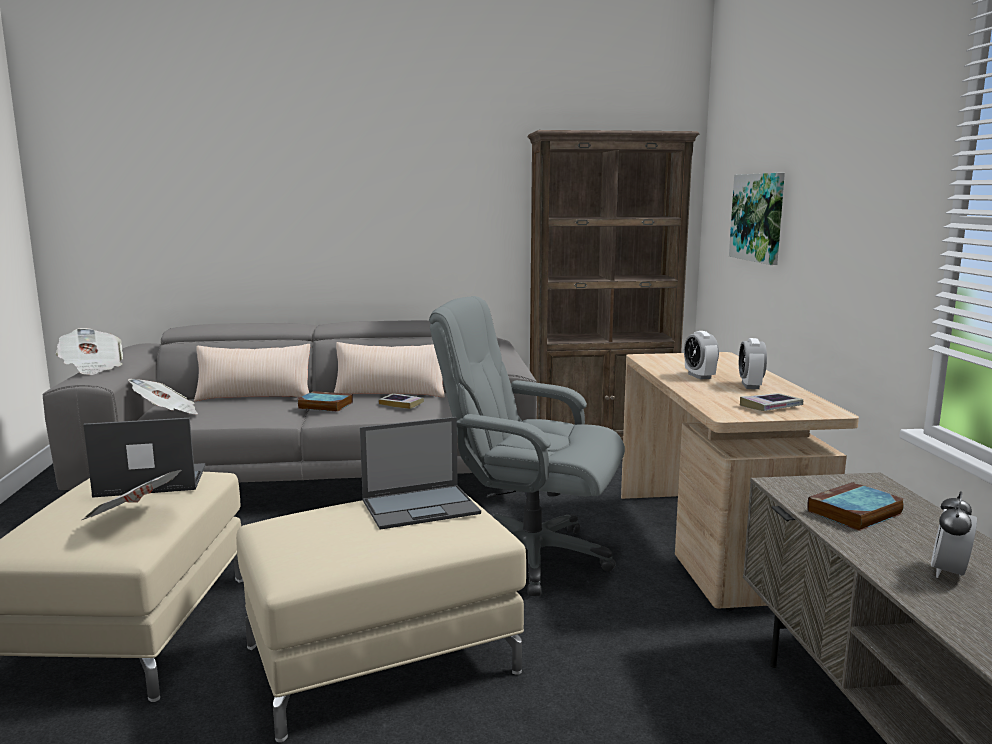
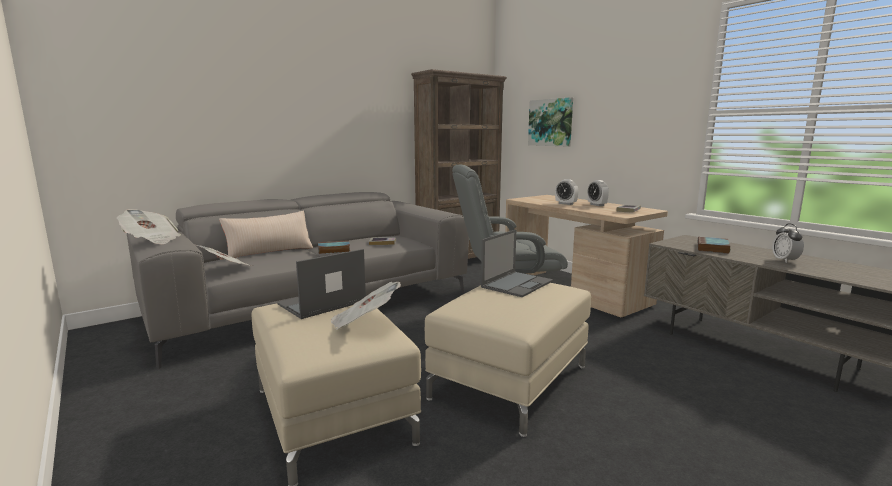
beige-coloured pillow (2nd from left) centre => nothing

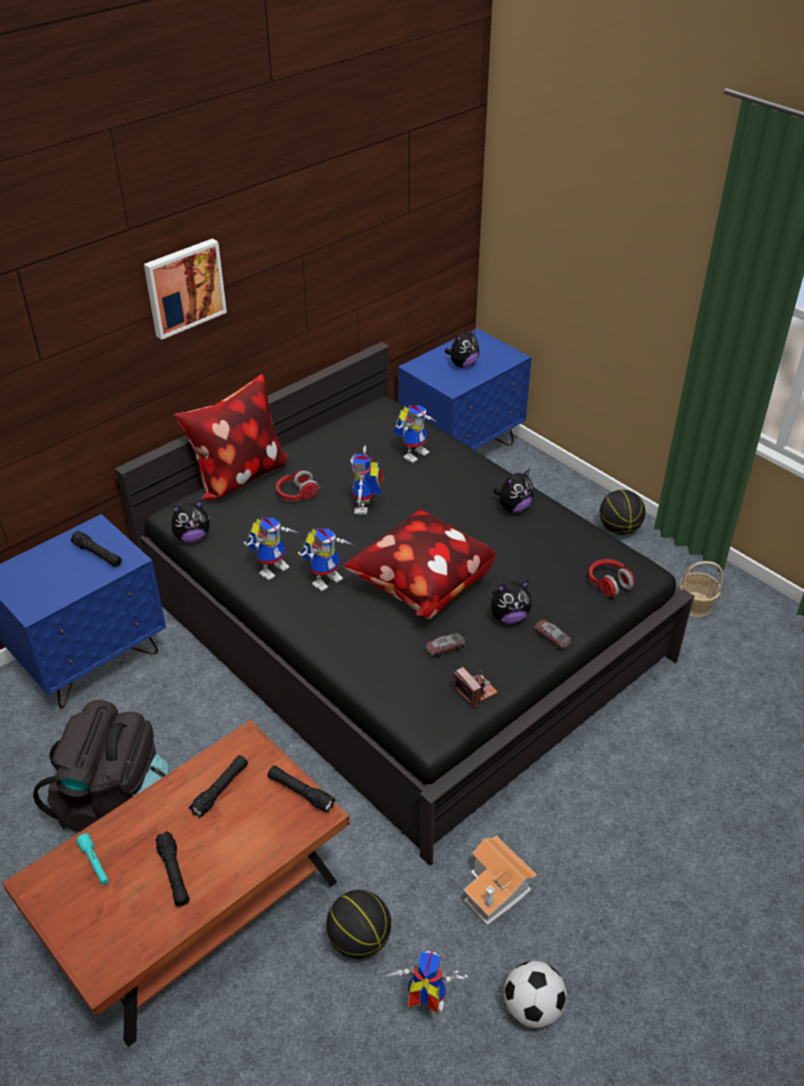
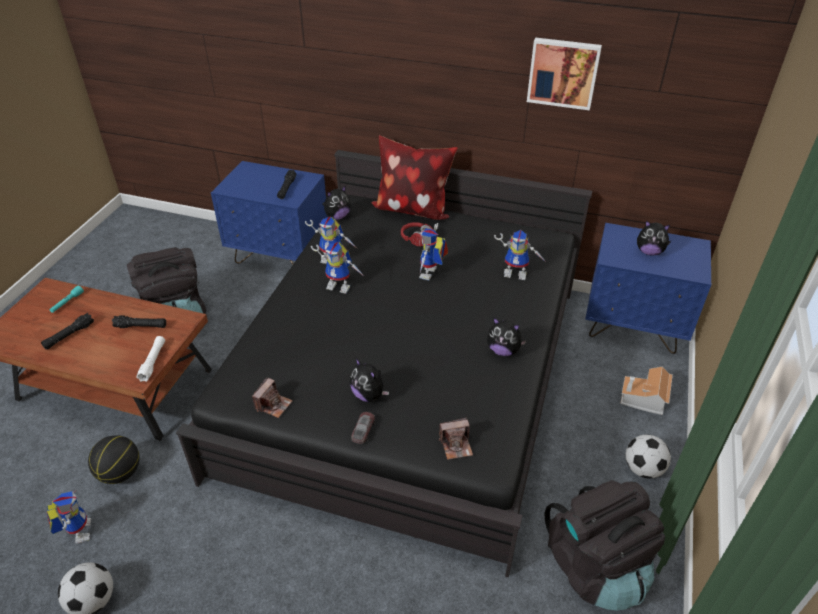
picture top left => picture top right, moved
cuddly toy (1st from left) middle left => cuddly toy (1st from left) top centre, 75 degrees counterclockwise
blackish torch (4th from left) bottom centre => white torch middle left
pillow (2nd from left) centre => nothing
toy robot (3rd from left in the first image) centre => toy robot (4th from left) centre, 45 degrees counterclockwise
model car (1st from left) centre => nothing
model house bottom centre => model house middle right, moved
red-coloured pair of headphones (2nd from left) middle right => photo camera (2nd from left) bottom centre
basketball (2nd from left) middle right => ball for football (2nd from left) bottom right
storage basket middle right => blackish rucksack (2nd from left) bottom right

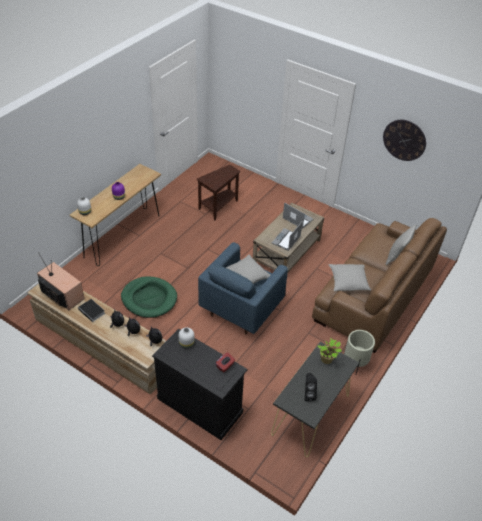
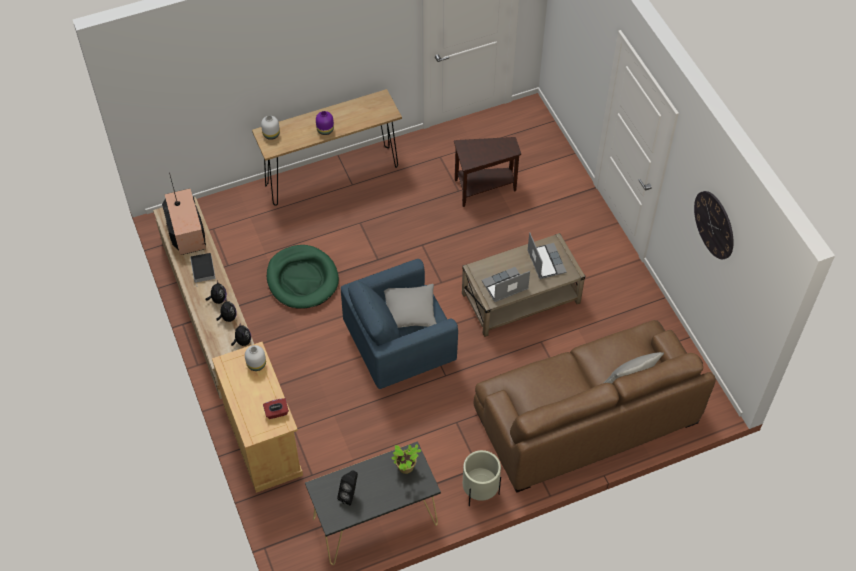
blackish cabinet bottom centre => beige-coloured cabinet bottom left
greyish pillow (2nd from left) middle right => nothing

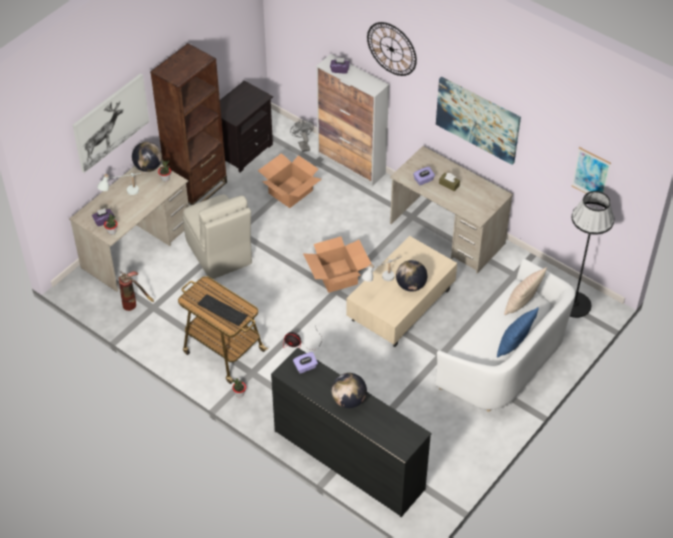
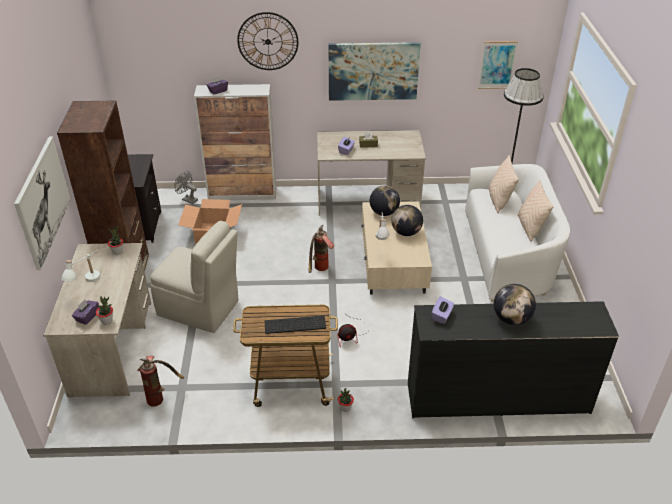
world globe (1st from left) top left => world globe (1st from left) centre, moved
carton (2nd from left) centre => fire extinguisher (2nd from left) centre
blue pillow middle right => beige-coloured pillow (2nd from left) middle right

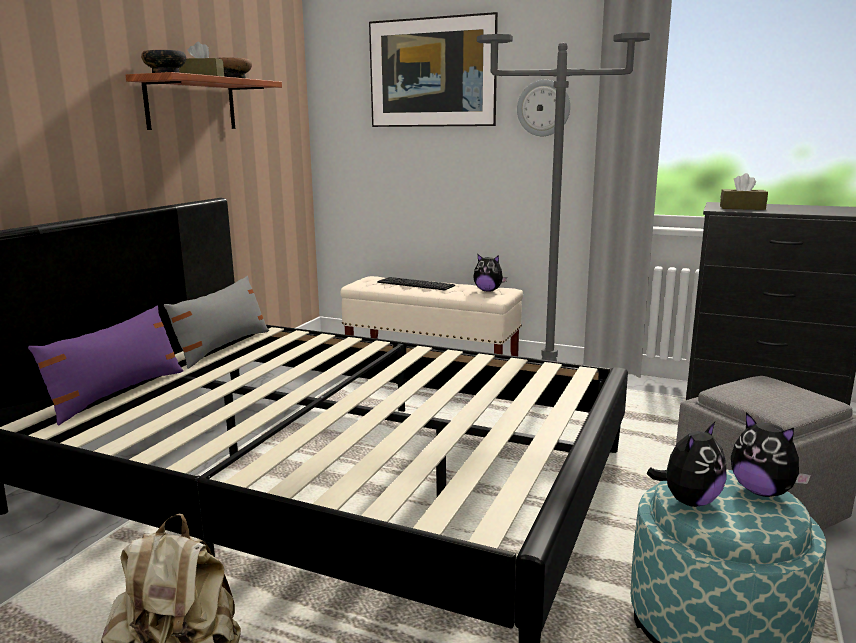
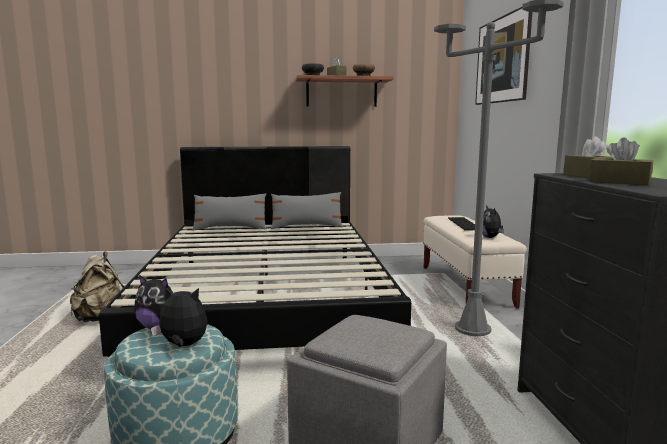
purple pillow middle left => greyish pillow (1st from left) centre
clock on the wall top centre => nothing
cuddly toy (3rd from left in the first image) bottom right => cuddly toy (2nd from left) bottom left, 75 degrees clockwise
nothing => brown tissue box (3rd from left) middle right

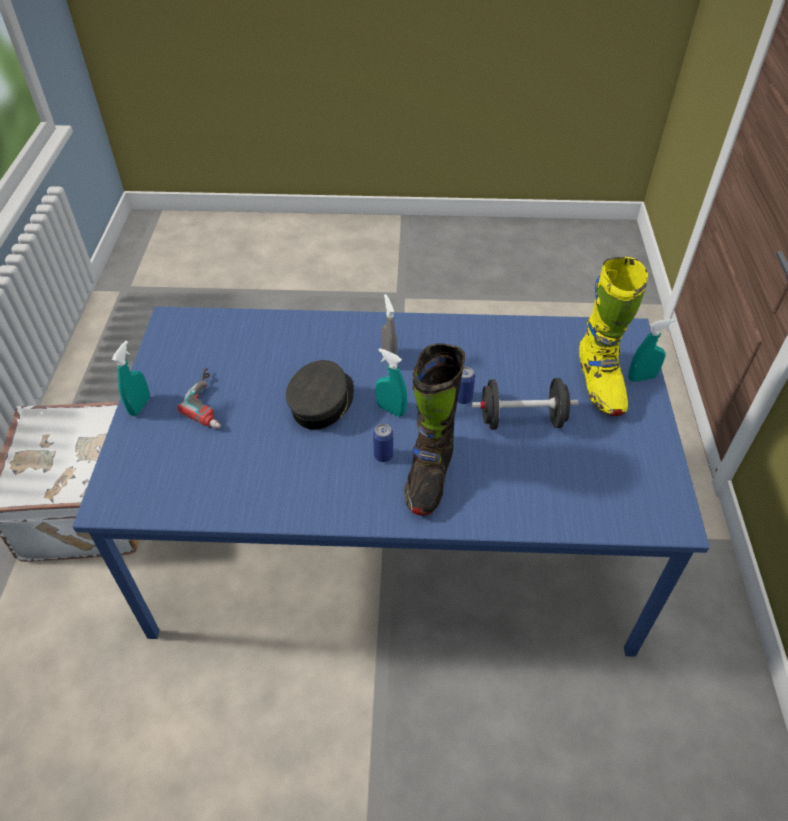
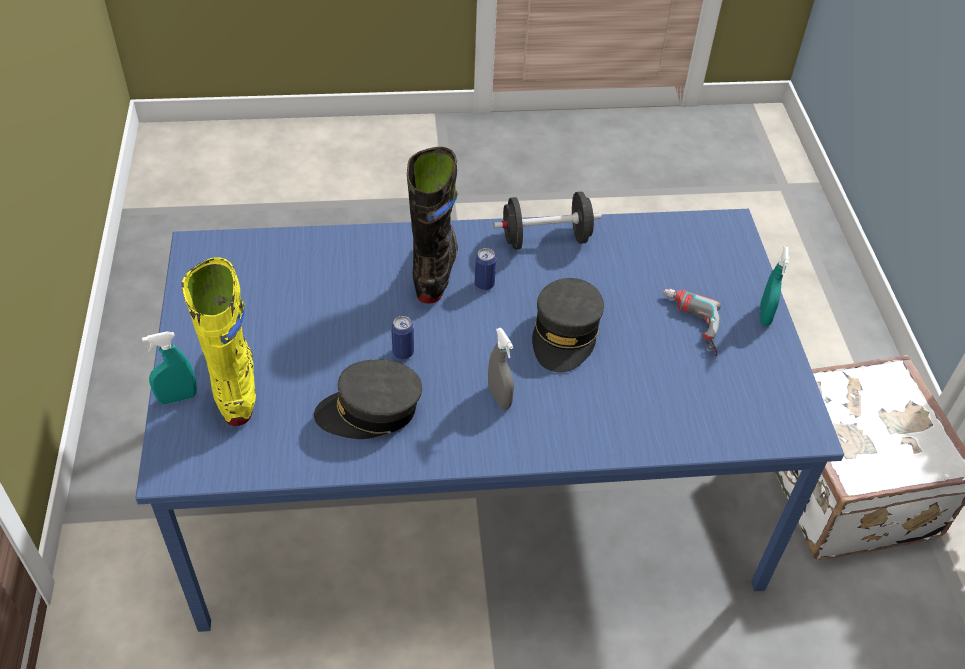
turquoise-coloured sprayer (2nd from left) centre => nothing
blackish dumbbell centre => blackish dumbbell top centre, moved
nothing => greyish cap (1st from left) centre

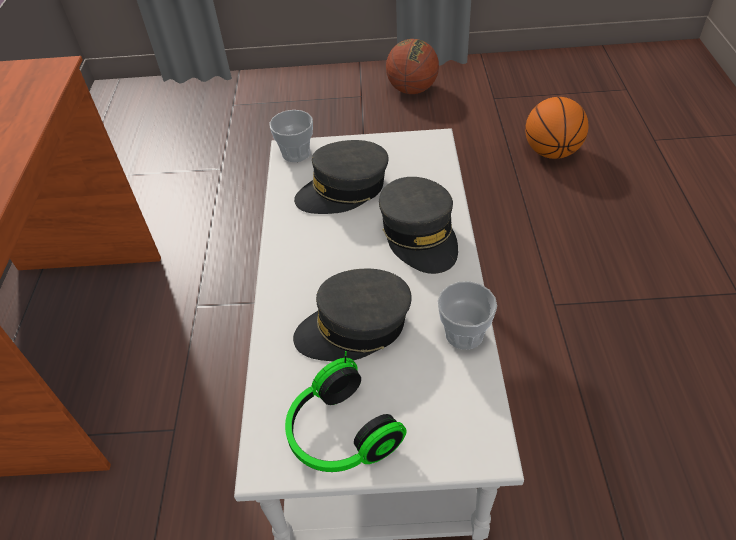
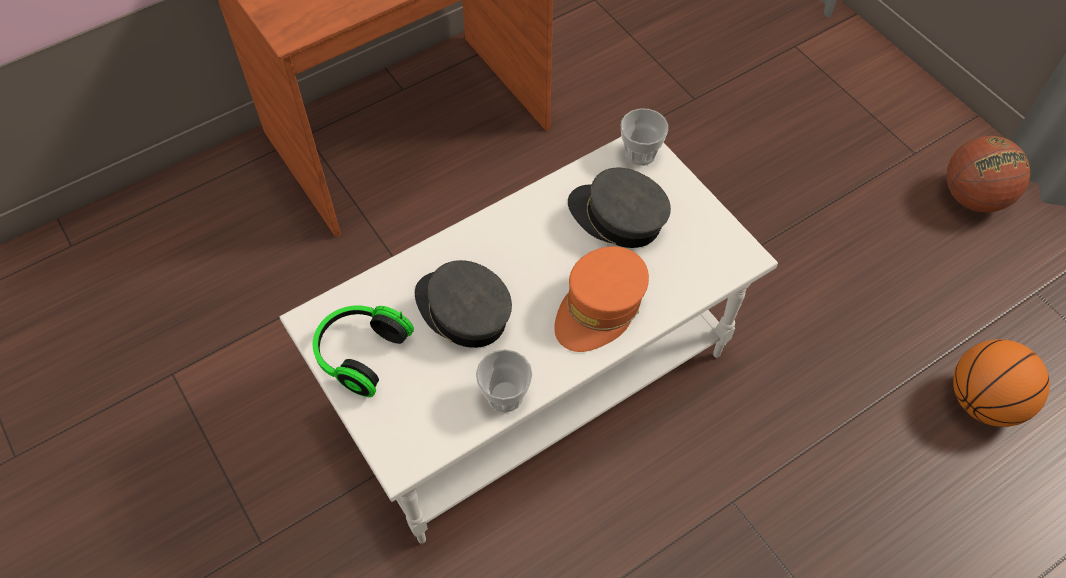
greyish cap (3rd from left) centre => orangey cap centre

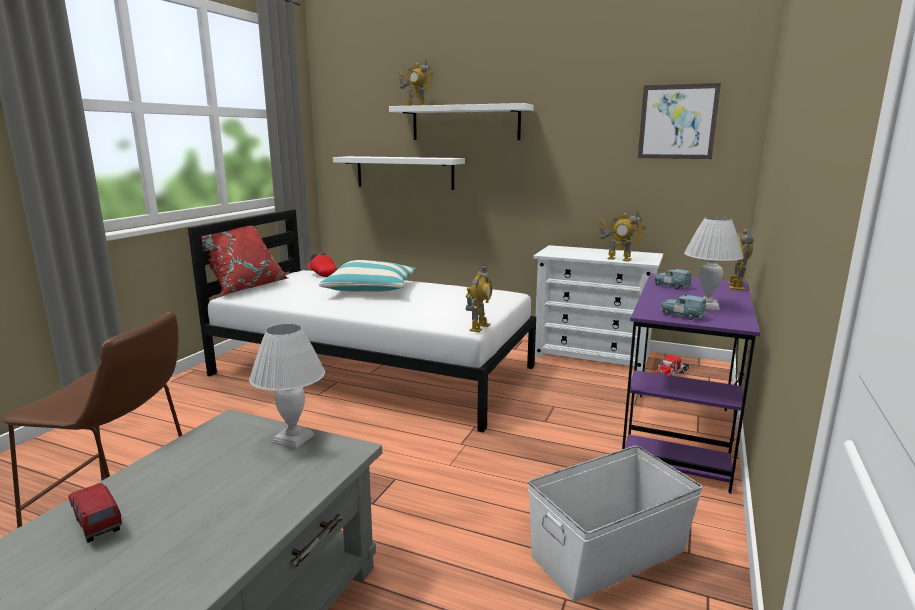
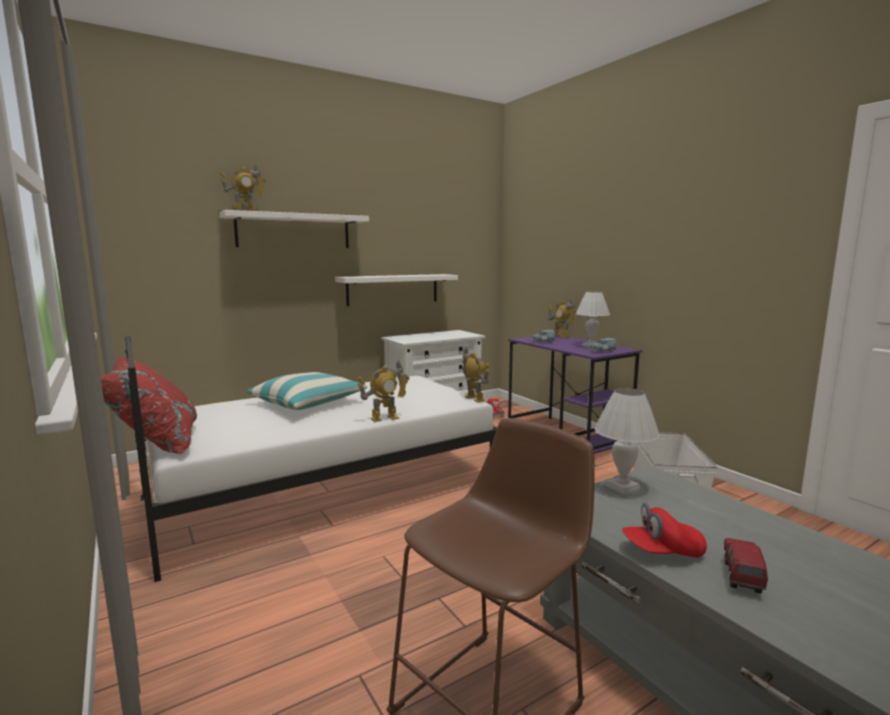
toy lorry (1st from left in the first image) bottom left => toy lorry (2nd from left) bottom right, 120 degrees clockwise
red-coloured cap centre => red-coloured cap bottom right, moved
white wall shelf (1st from left in the first image) top centre => white wall shelf (2nd from left) centre, moved
toy robot (3rd from left in the first image) middle right => toy robot (2nd from left) centre, moved
picture top right => nothing

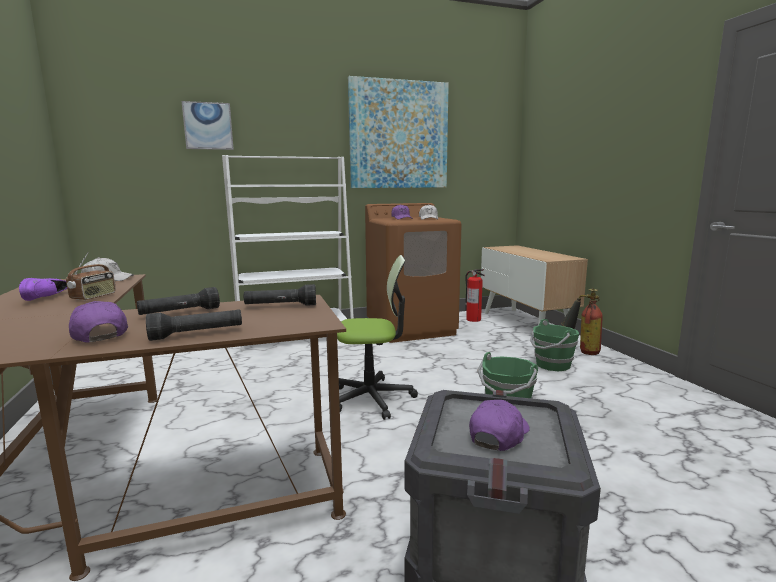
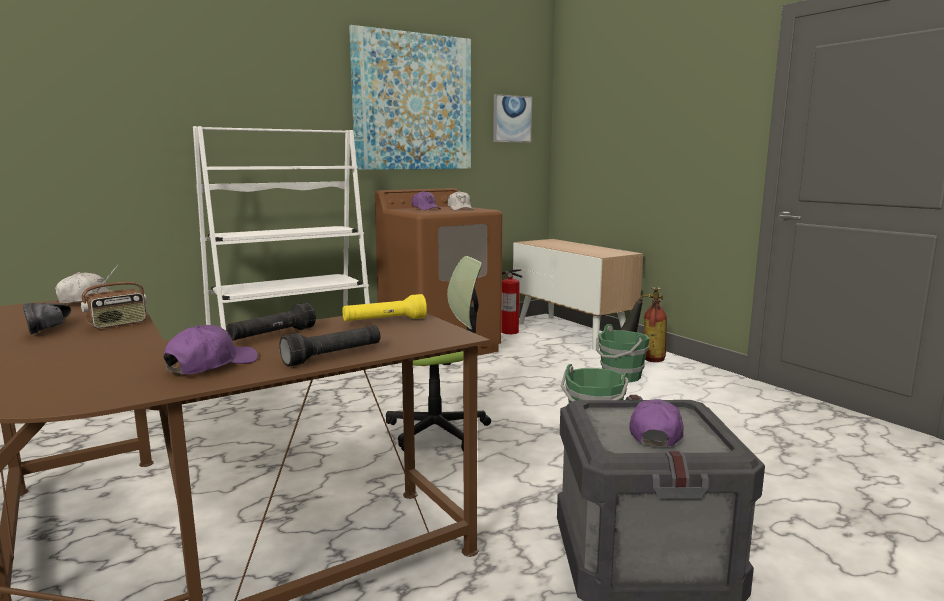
purple shoe middle left => blackish shoe middle left
radio set middle left, 45 degrees clockwise
purple cap (1st from left) middle left, 90 degrees clockwise
picture (1st from left in the first image) top left => picture (2nd from left) top centre, moved
blackish torch (3rd from left) centre => yellowish torch centre

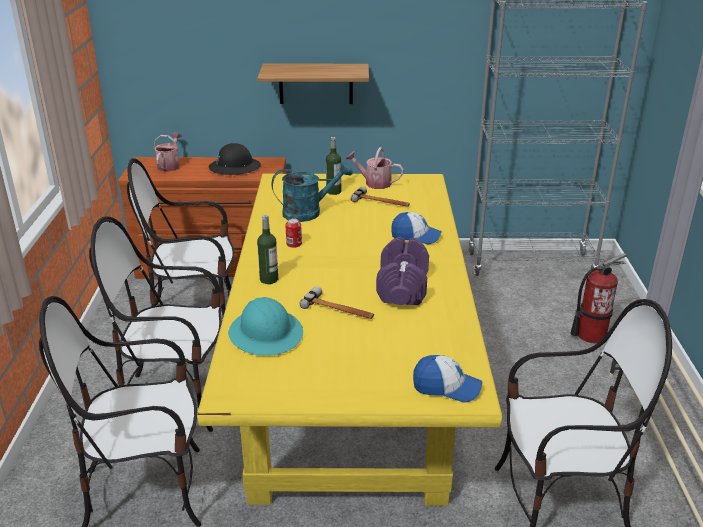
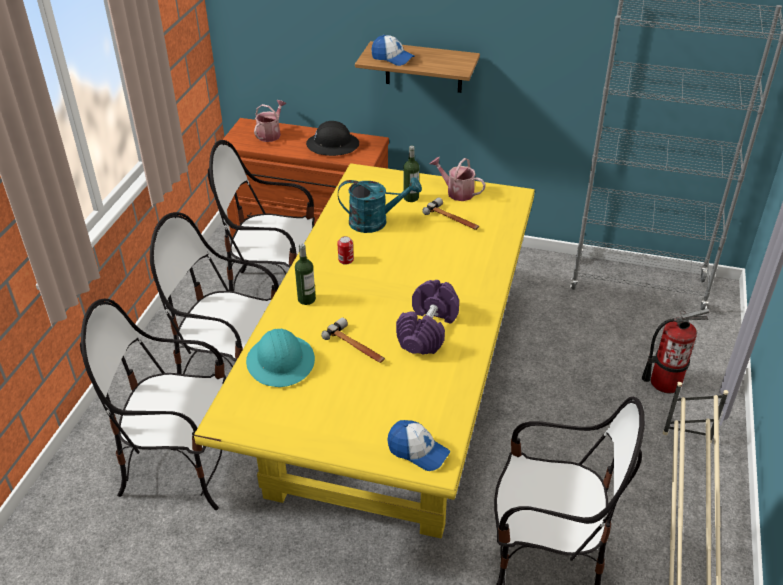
cap (1st from left) centre => cap (1st from left) top centre, moved

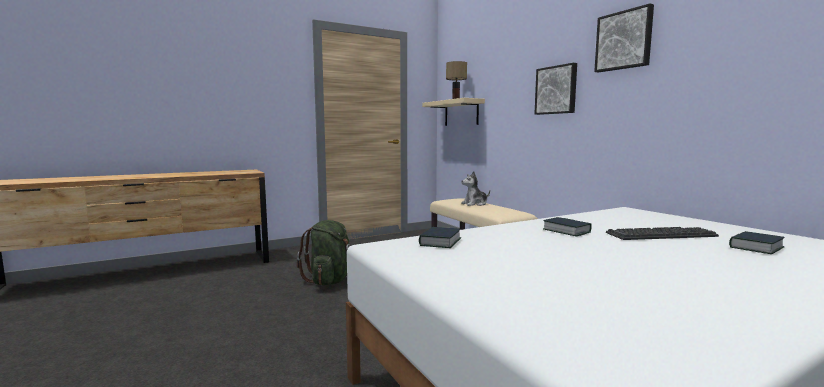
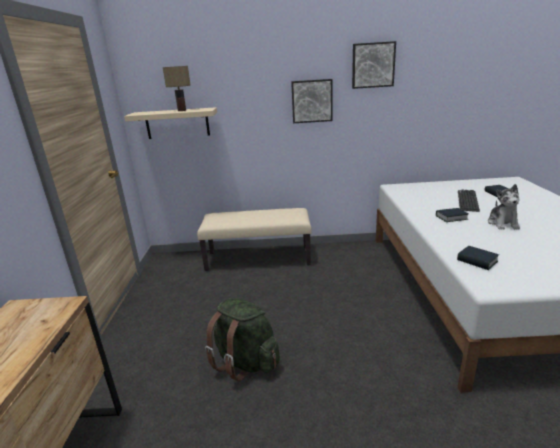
cuddly toy centre => cuddly toy middle right, moved

